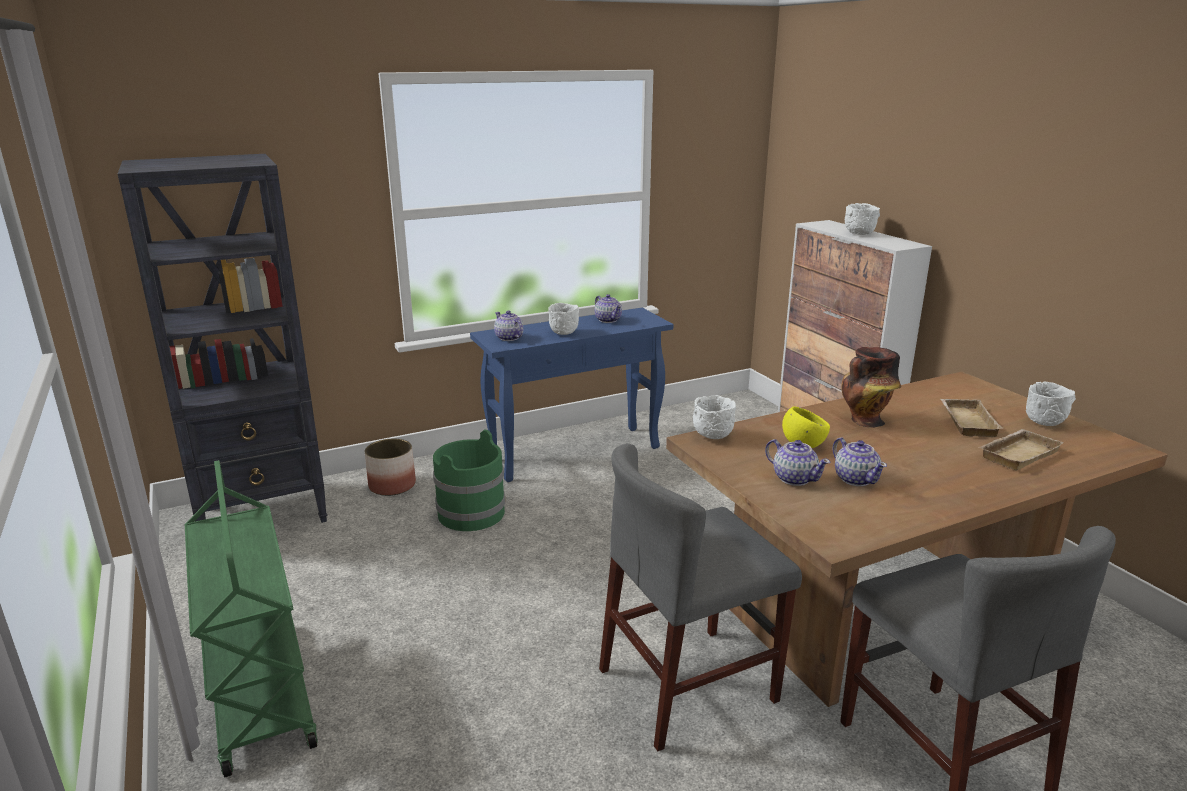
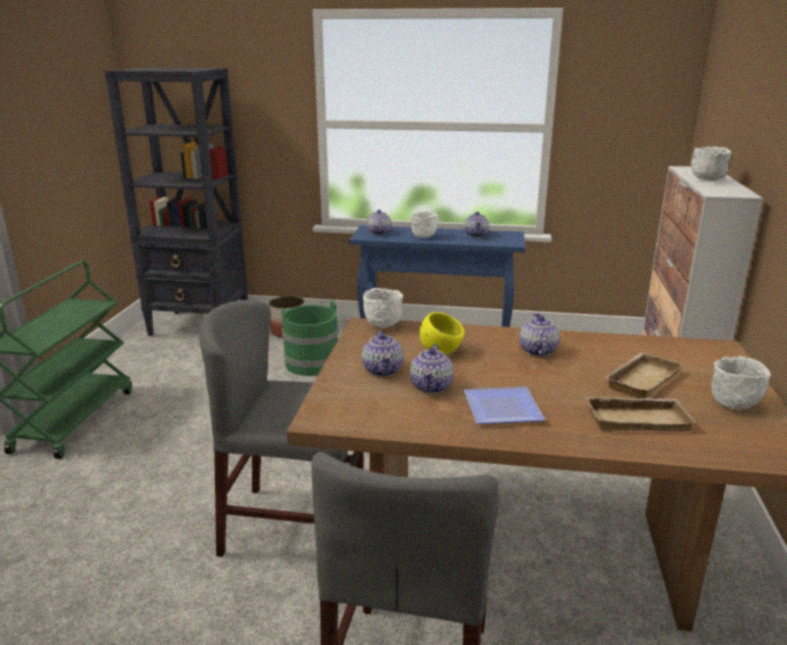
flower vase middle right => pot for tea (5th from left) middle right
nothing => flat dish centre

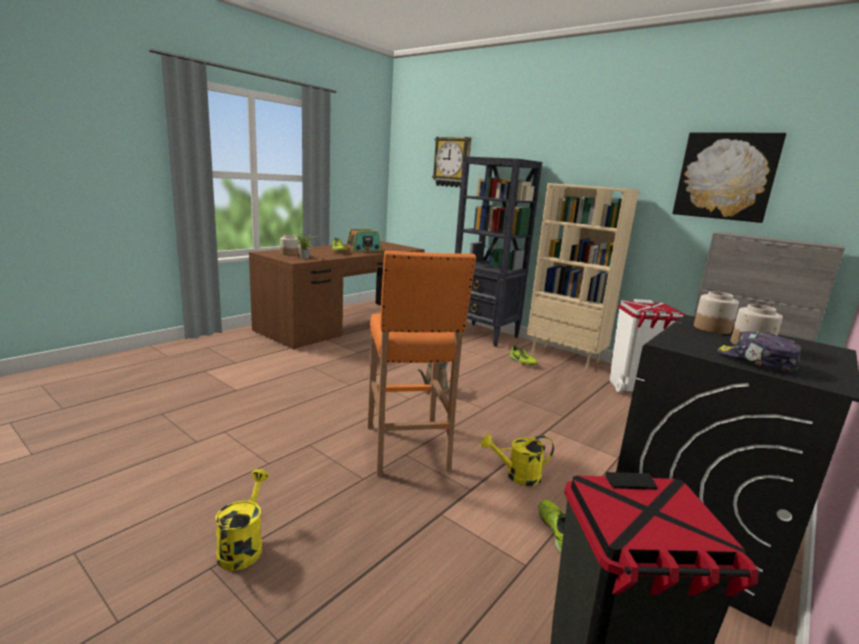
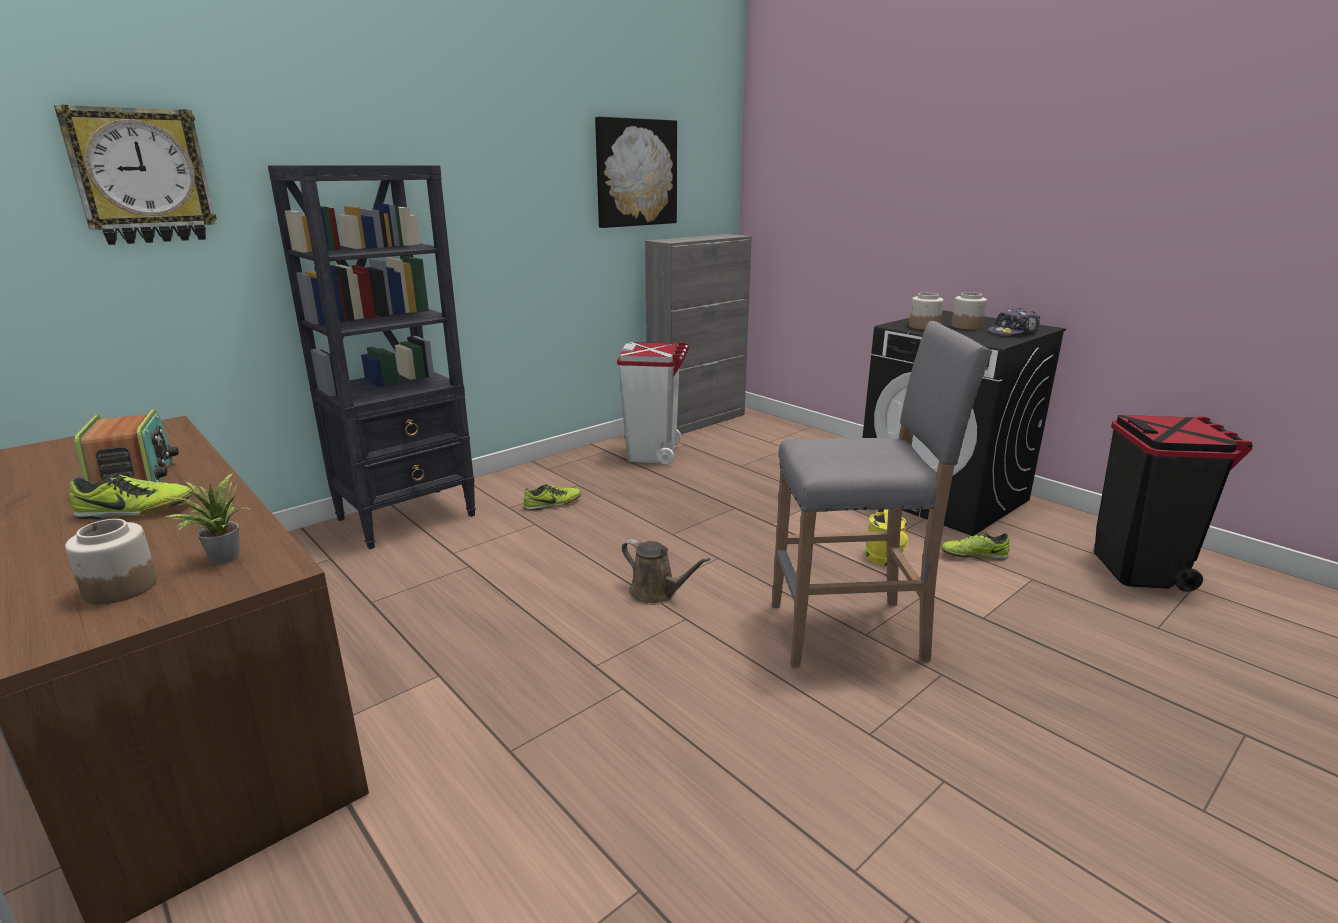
yellowish sprinkling can (1st from left) bottom left => nothing
orangey stool centre => greyish stool centre
beige-coloured shelving unit middle right => nothing

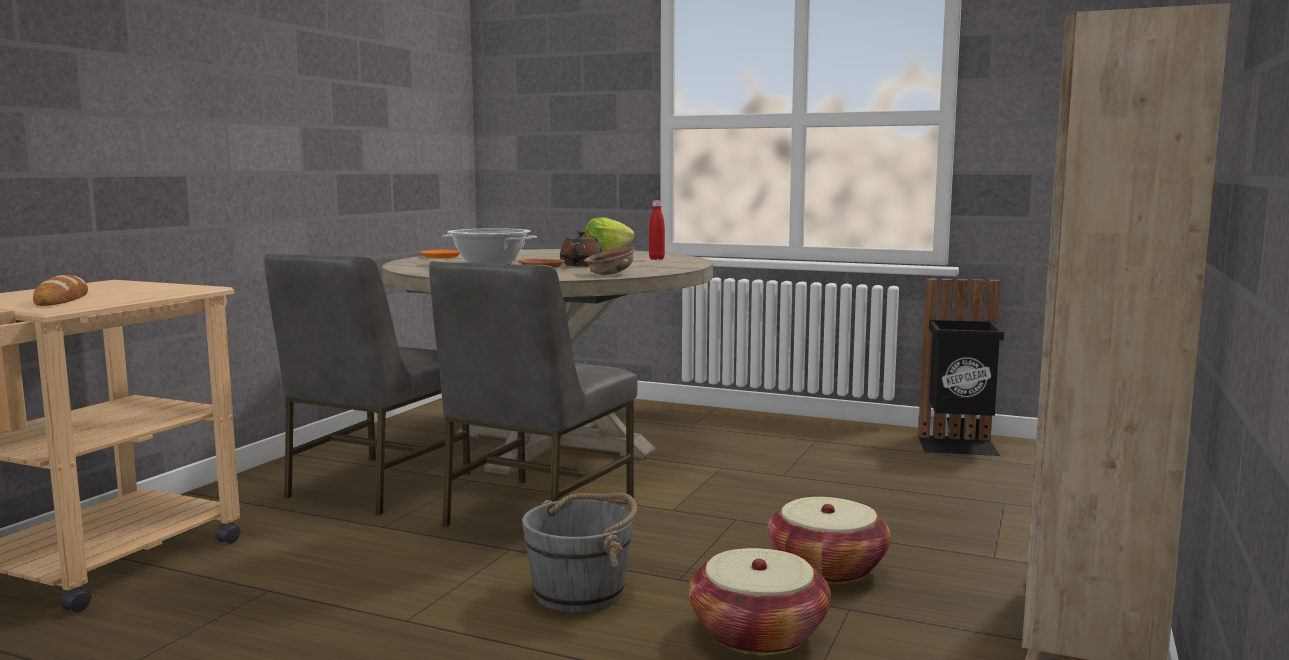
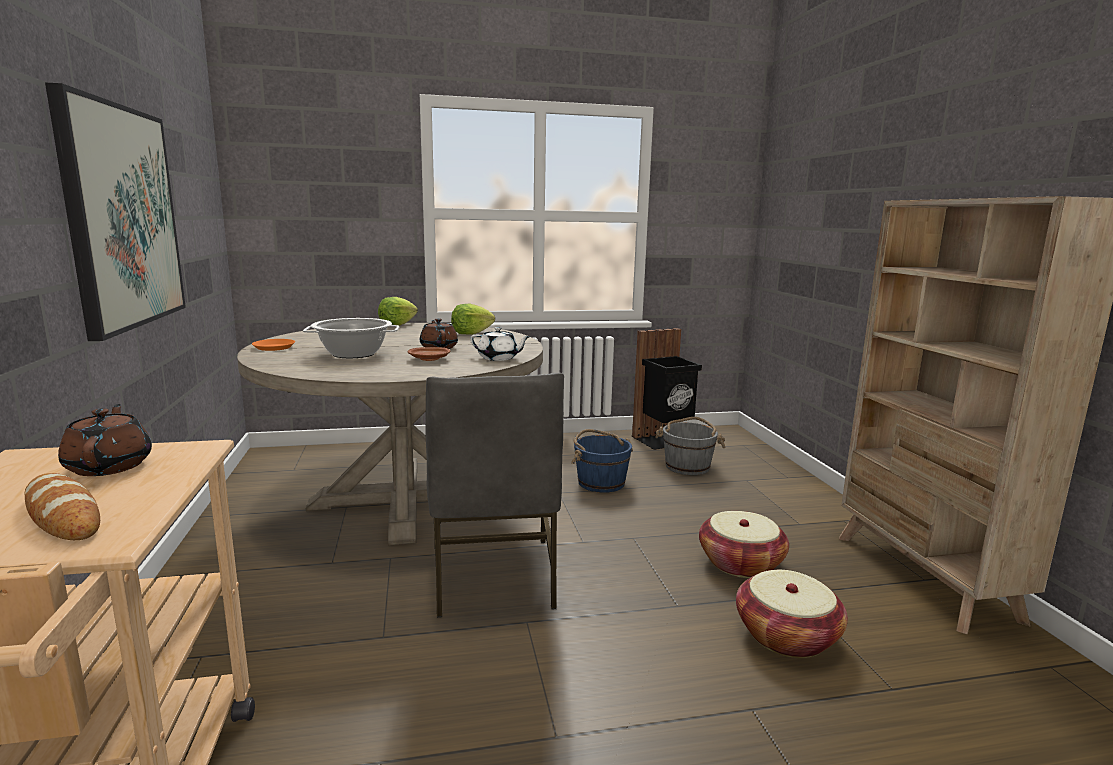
greyish chair (1st from left) middle left => nothing
greyish bucket bottom centre => greyish bucket centre, moved
brown serving bowl centre => white pot for tea centre
red-coloured drink bottle centre => lettuce (2nd from left) centre
nothing => picture top left
nothing => brown pot for tea (1st from left) middle left
nothing => blue bucket centre

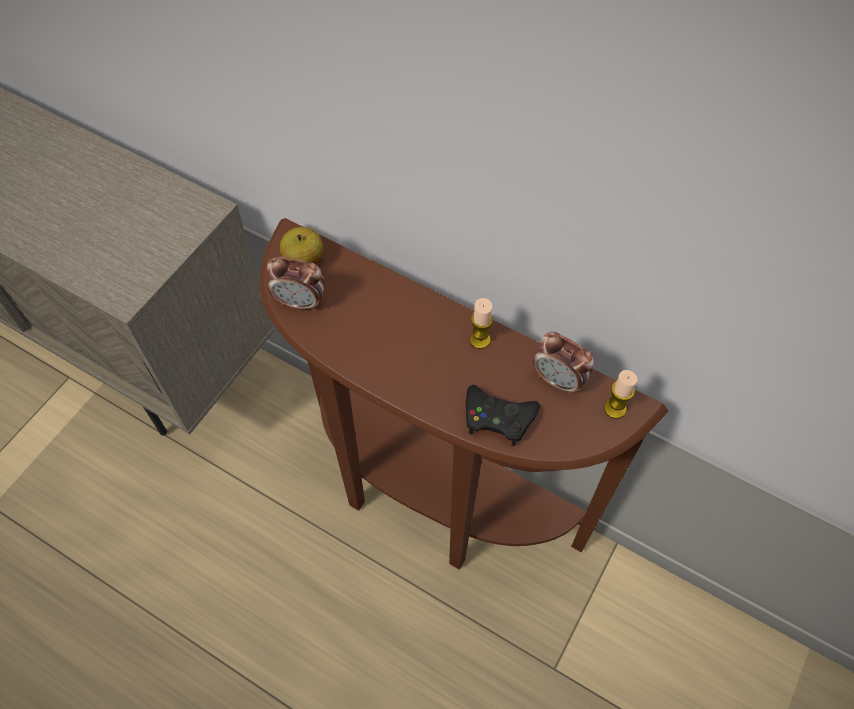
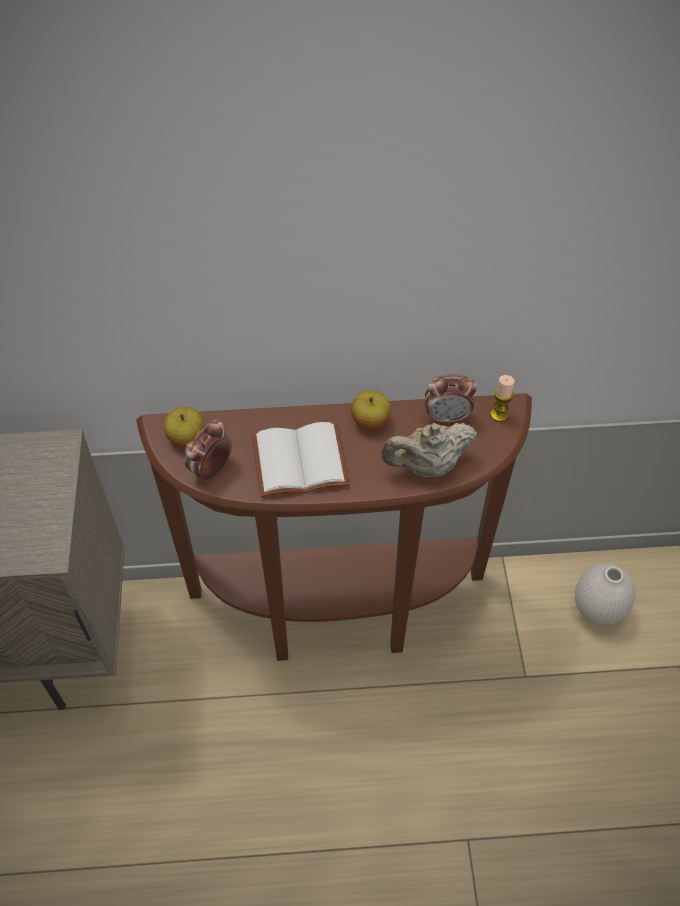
table clock (1st from left) centre => table clock (1st from left) middle left, 150 degrees clockwise
blackish joypad centre => beige-coloured pot for tea centre
wax candle (1st from left) centre => apple (2nd from left) centre
nothing => white book centre
nothing => white flower vase middle right

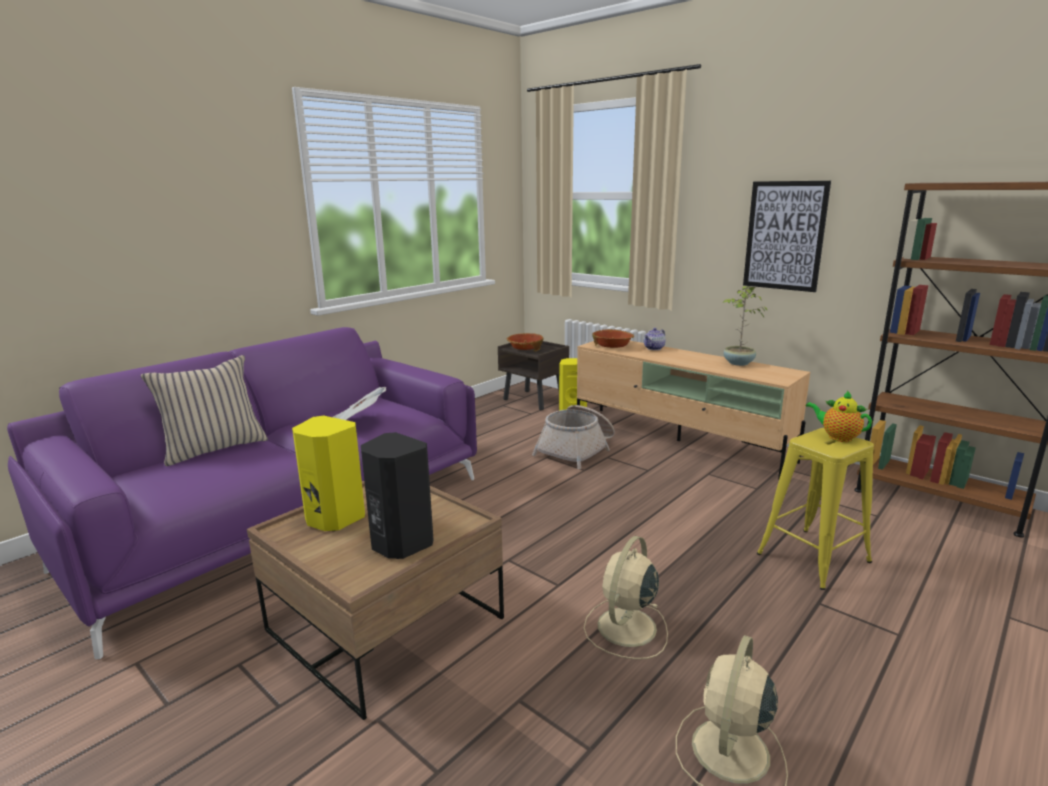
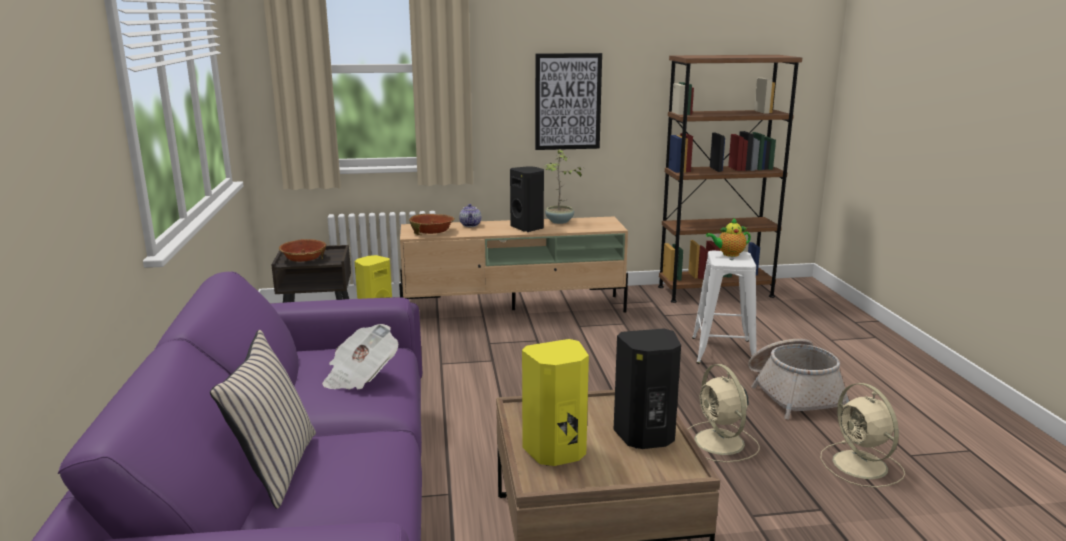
storage basket centre => storage basket bottom right, moved
yellowish stool middle right => white stool middle right
nothing => blackish speaker (1st from left) centre

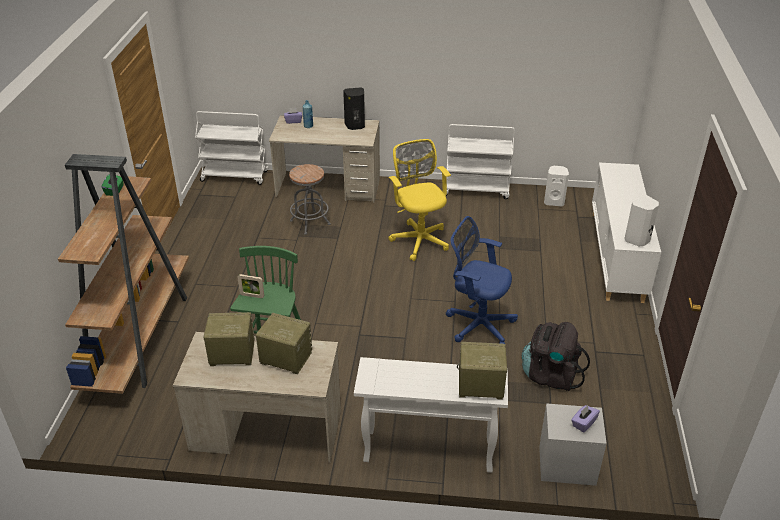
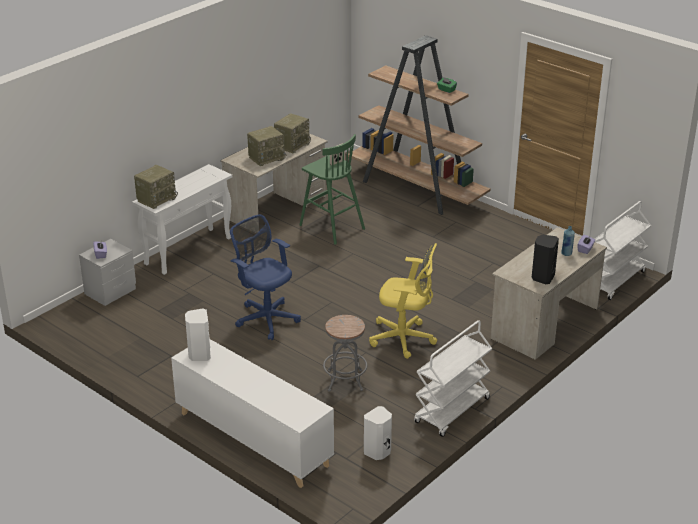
greyish stool centre => greyish stool bottom centre, moved
blue office chair centre, 105 degrees counterclockwise
blackish rucksack bottom right => nothing

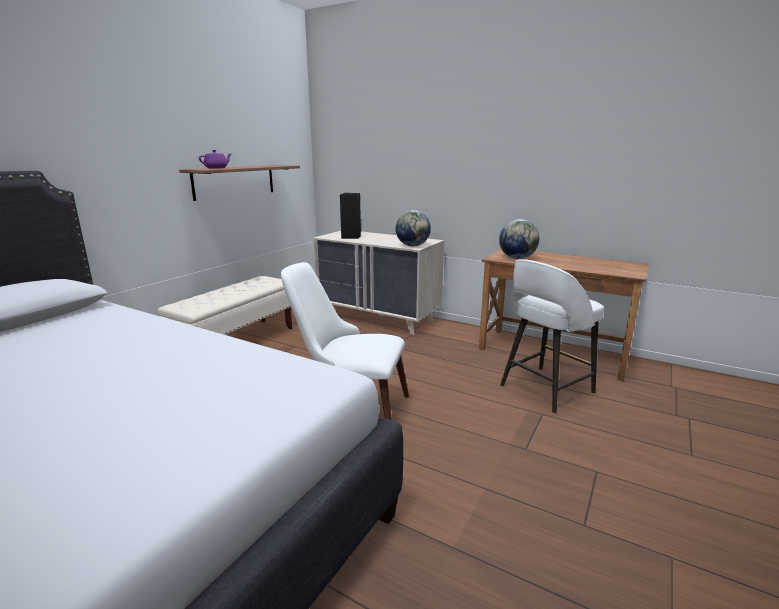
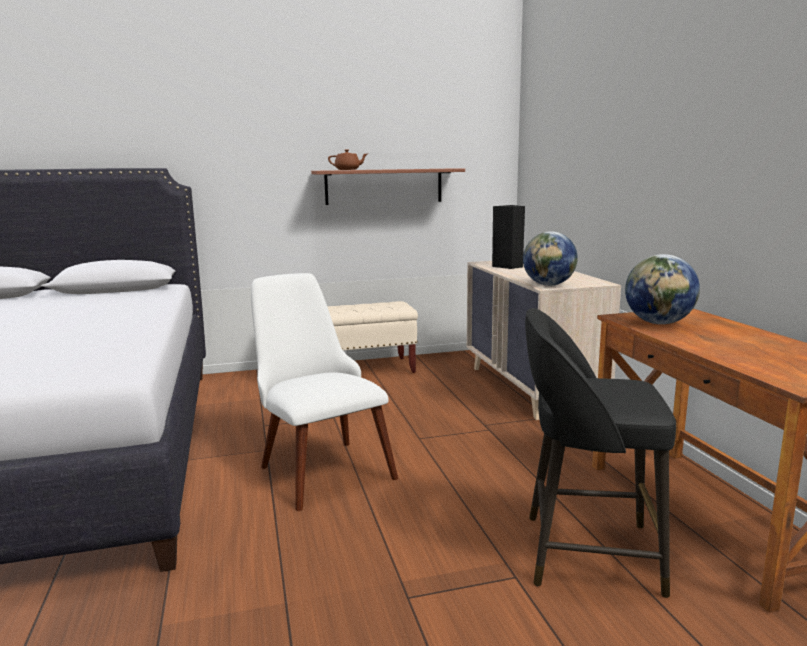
purple pot for tea top left => brown pot for tea top centre
white stool middle right => blackish stool bottom right

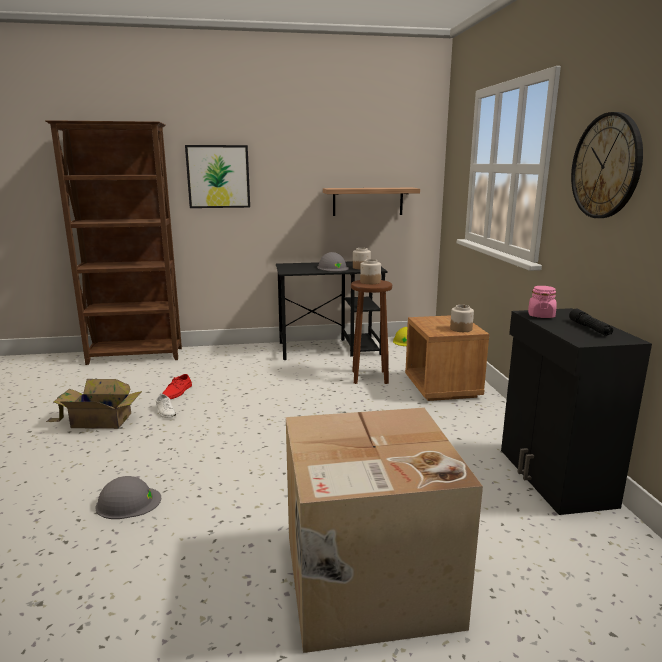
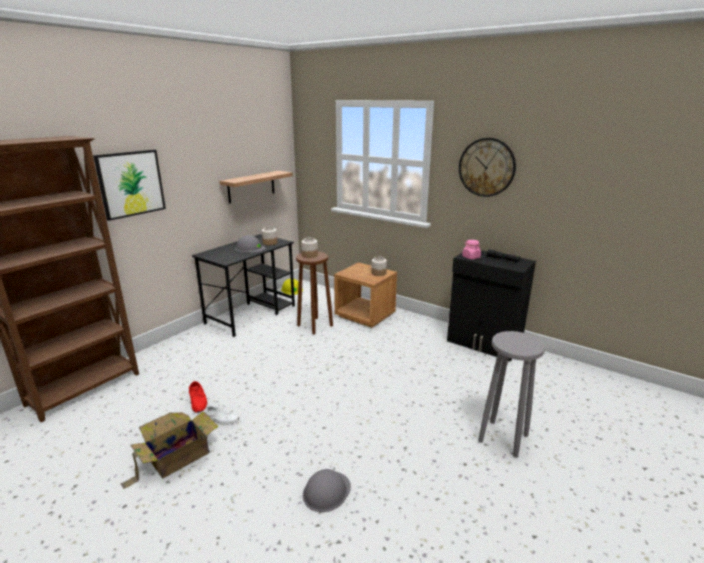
carton (2nd from left) bottom centre => greyish stool bottom right

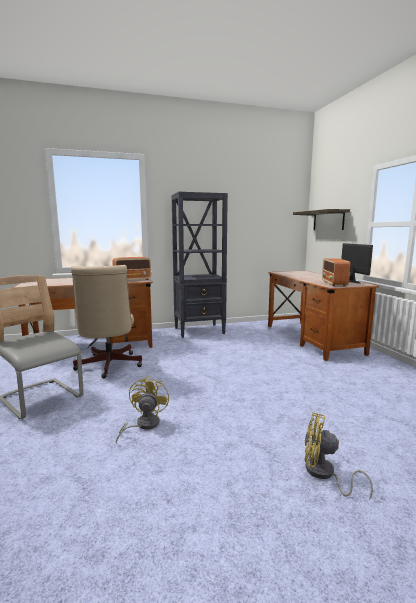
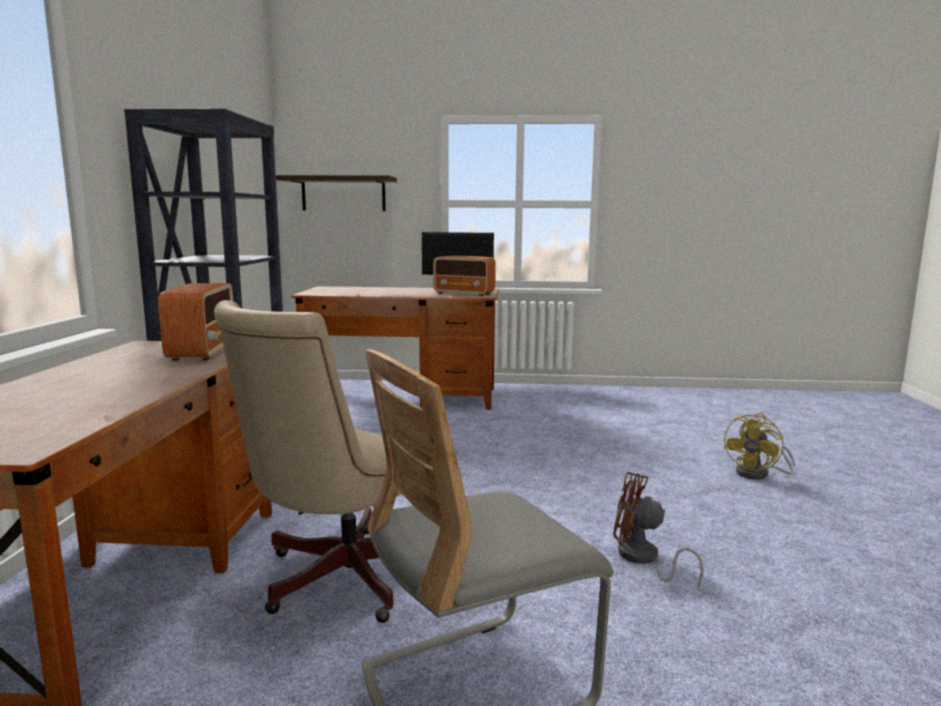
beige-coloured office chair middle left => beige-coloured office chair centre, 120 degrees clockwise
yellowish fan (1st from left) bottom centre => brown fan bottom right

